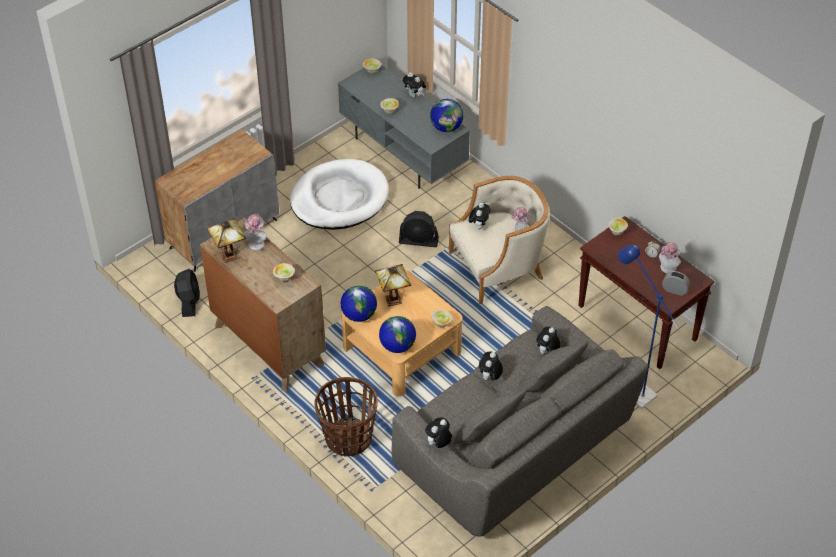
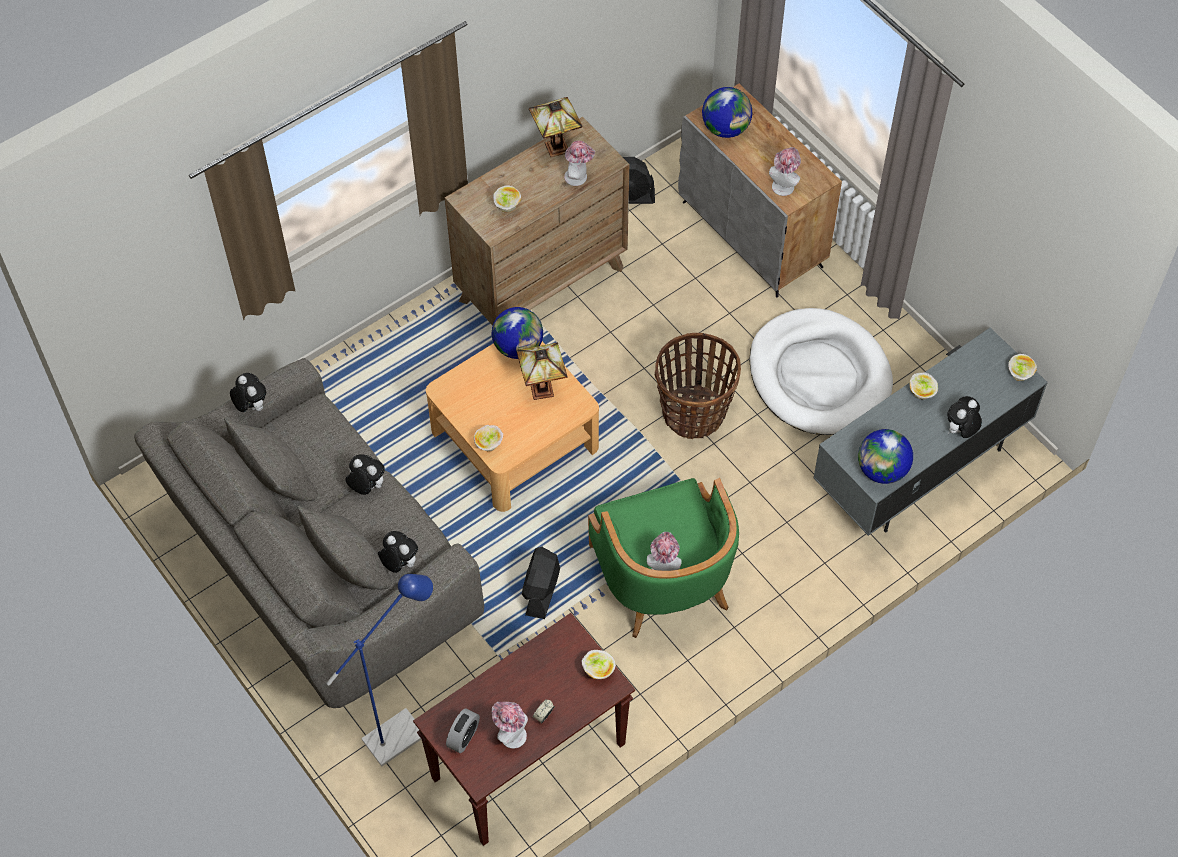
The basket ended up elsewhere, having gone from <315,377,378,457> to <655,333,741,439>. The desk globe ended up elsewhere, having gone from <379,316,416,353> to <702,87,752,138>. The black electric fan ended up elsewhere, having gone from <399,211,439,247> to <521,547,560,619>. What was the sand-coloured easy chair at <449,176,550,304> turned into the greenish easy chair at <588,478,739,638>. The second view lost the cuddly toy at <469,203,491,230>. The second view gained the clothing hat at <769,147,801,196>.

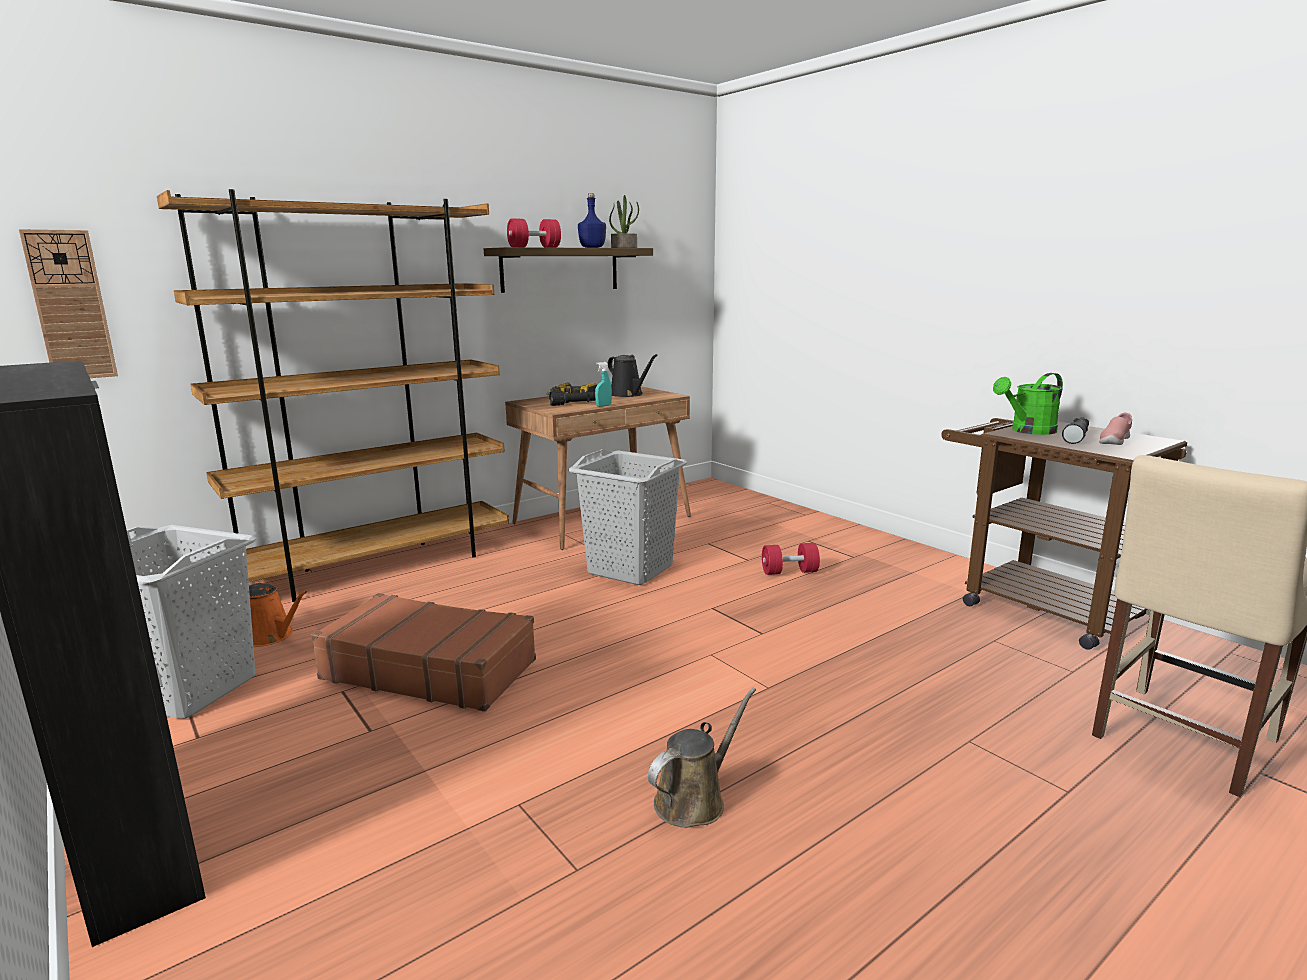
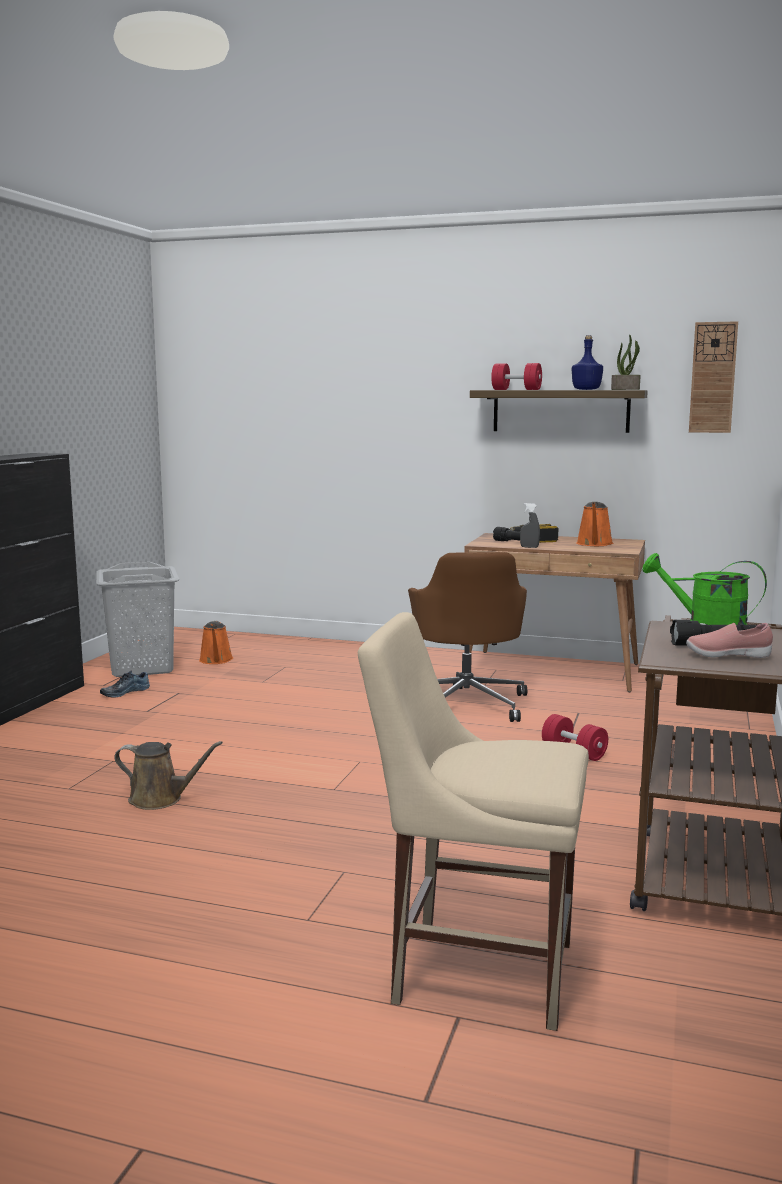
The wall clock ended up elsewhere, having gone from <19,229,118,378> to <689,321,738,433>. The second view lost the brown bookcase at <157,189,509,602>. The second view lost the brown suitcase at <311,593,536,712>. Where the greyish hamper stood at <568,449,687,585>, the brown computer chair came to stand at <408,552,527,722>. What was the turquoise-coloured hand sprayer at <595,362,612,407> turned into the greyish hand sprayer at <520,503,540,548>. What was the black sprinkling can at <608,354,658,397> turned into the orange sprinkling can at <576,502,613,546>. The second view gained the item of footwear at <100,670,150,698>.

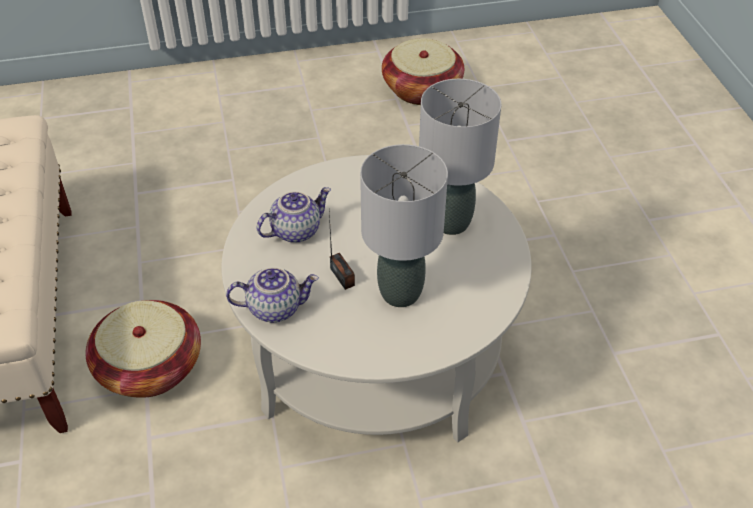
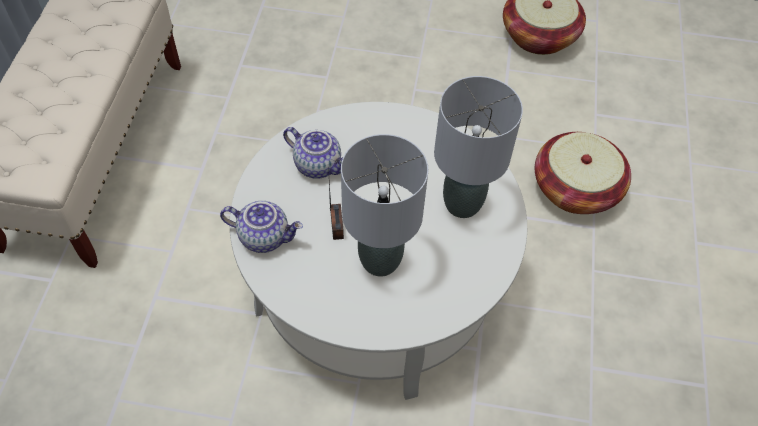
The basket ended up elsewhere, having gone from <86,300,201,398> to <535,132,631,214>. The tea pot at <257,187,331,243> ended up facing another way, 45 degrees clockwise from before.

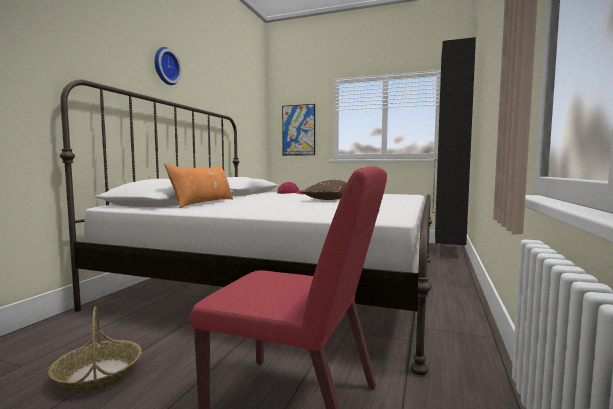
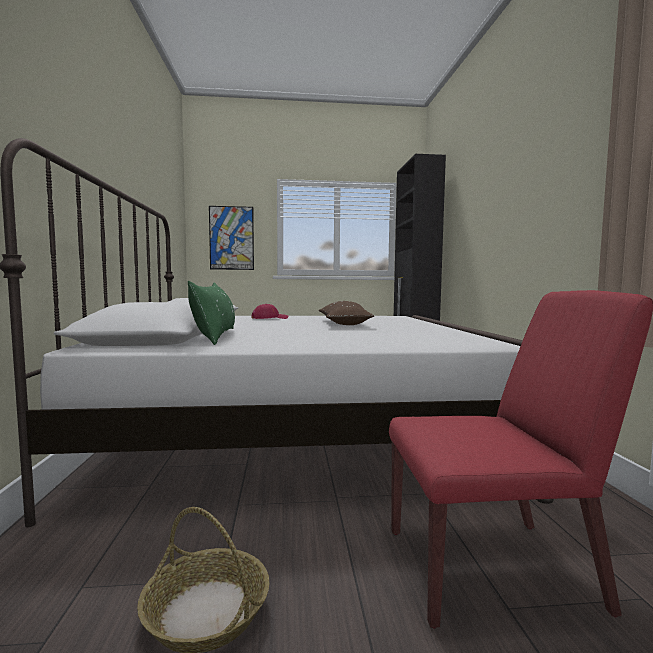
The second view lost the wall clock at <154,47,182,85>. What was the orange pillow at <164,163,233,208> turned into the greenish pillow at <188,281,235,345>.

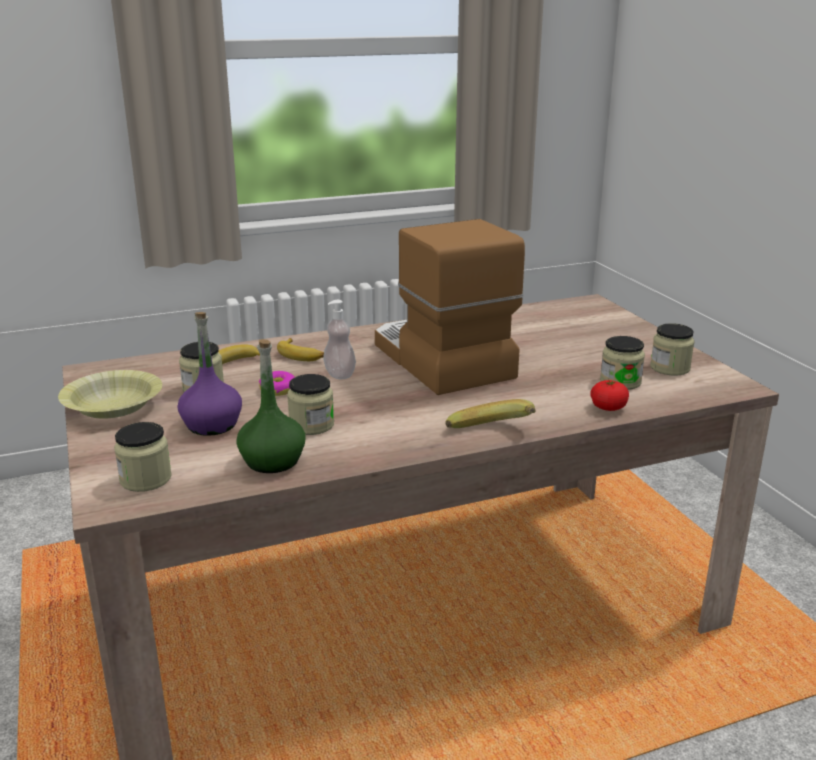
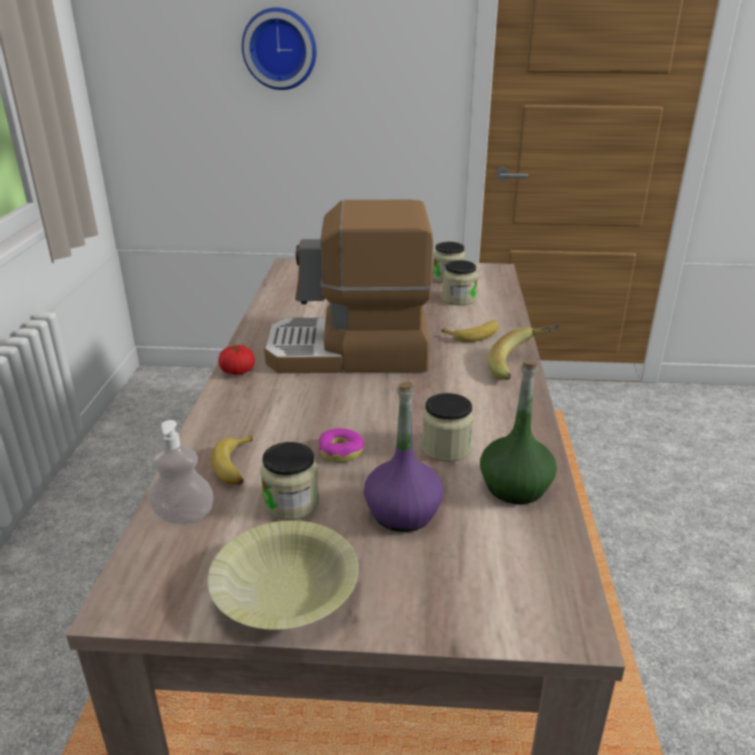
The second view lost the jar at <114,422,172,492>. The banana ended up elsewhere, having gone from <277,338,324,361> to <441,320,498,342>. The soap bottle ended up elsewhere, having gone from <323,300,356,379> to <149,420,214,525>. The fresh tomato ended up elsewhere, having gone from <590,380,629,411> to <218,345,255,375>. The second view gained the wall clock at <242,7,316,90>.

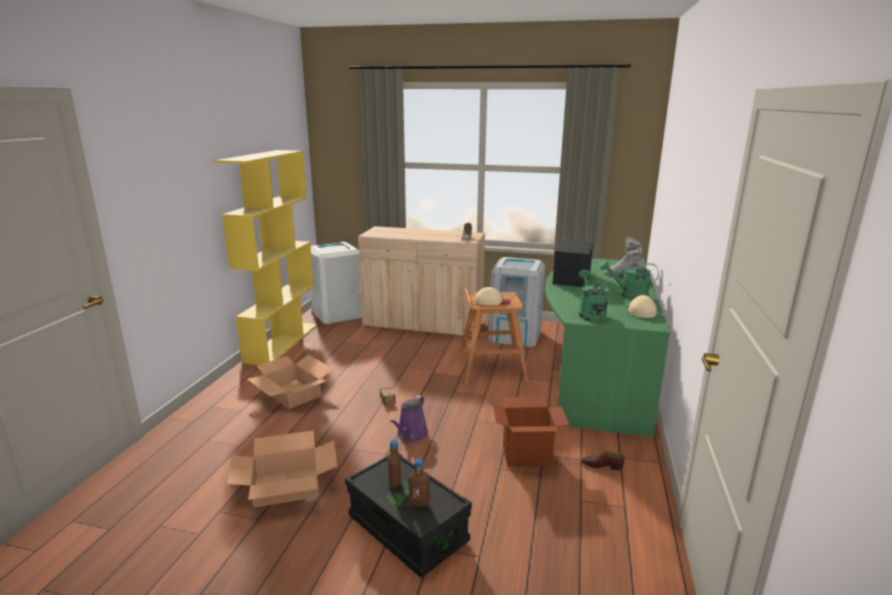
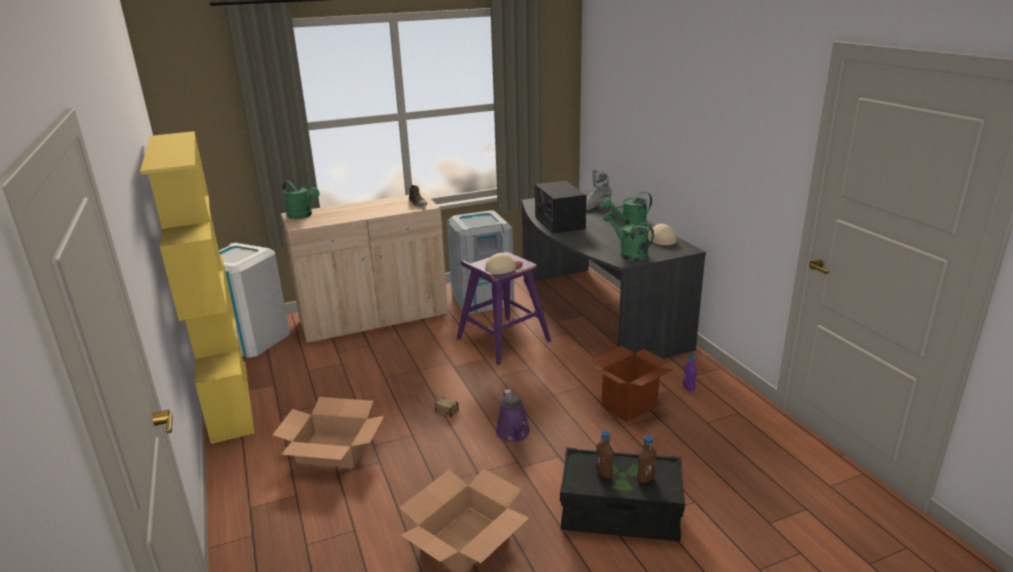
What was the brown sitting stool at <459,288,528,384> turned into the purplish sitting stool at <456,252,551,365>. What was the greenish desk table at <545,258,670,438> turned into the greyish desk table at <522,190,706,358>. Where the brown item of footwear stood at <581,451,625,470>, the purplish drink bottle came to stand at <683,354,697,391>. The second view gained the greenish sprinkling can at <283,180,320,219>.

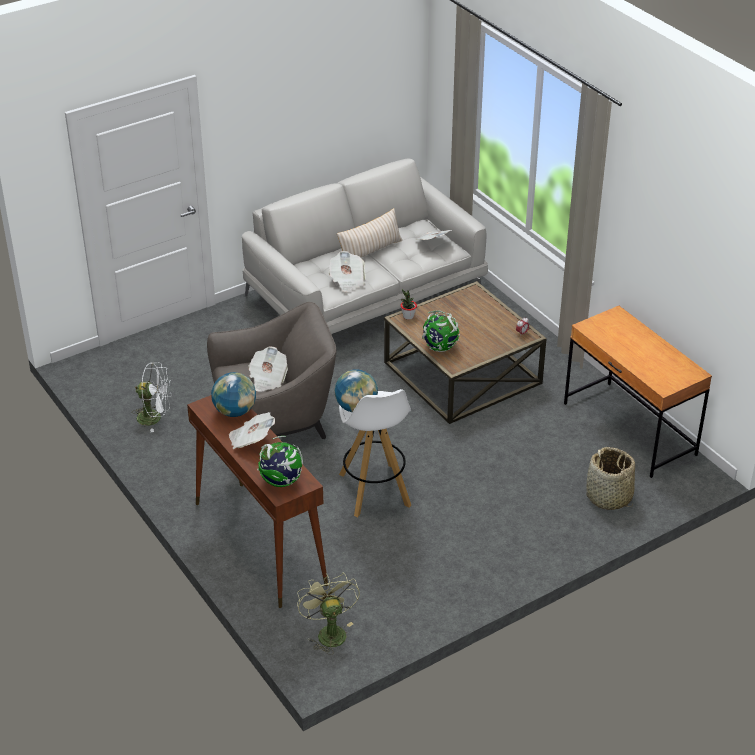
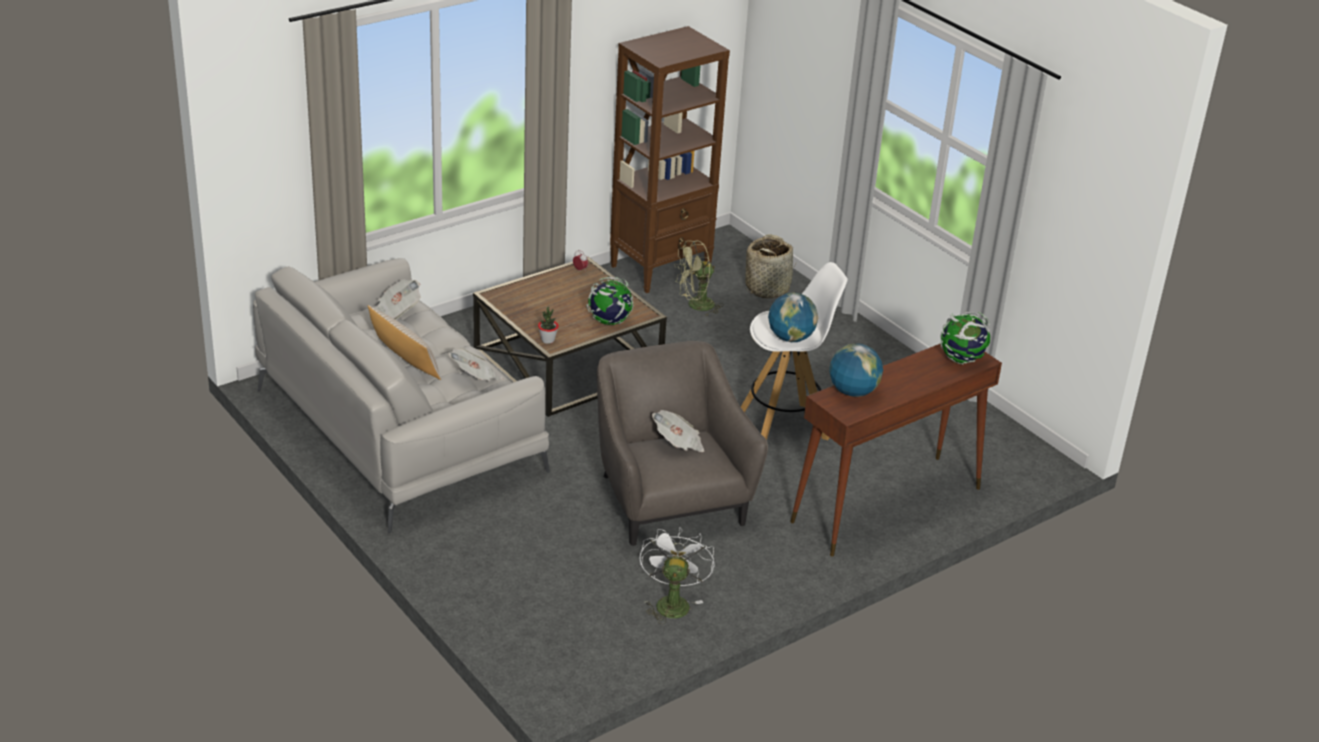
The second view lost the newspaper at <229,412,275,449>. The greenish electric fan ended up elsewhere, having gone from <297,573,360,655> to <675,241,724,316>. Where the brown desk table stood at <564,306,712,478>, the brown bookcase came to stand at <610,26,730,293>.

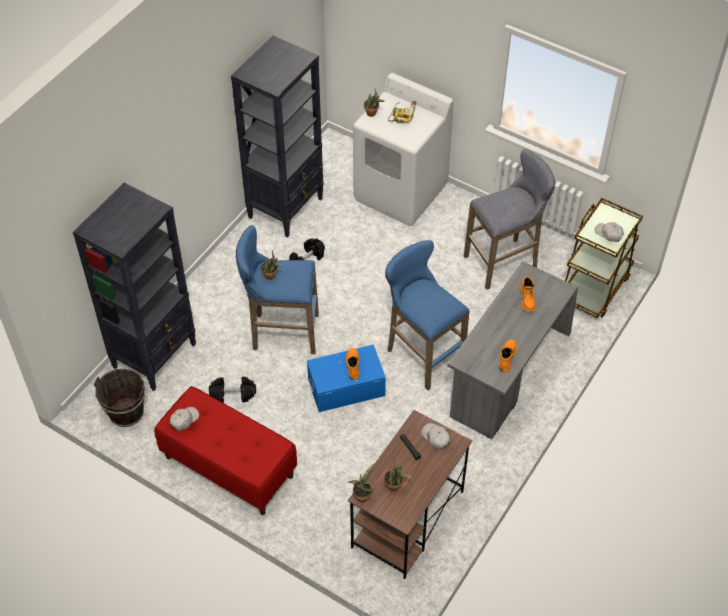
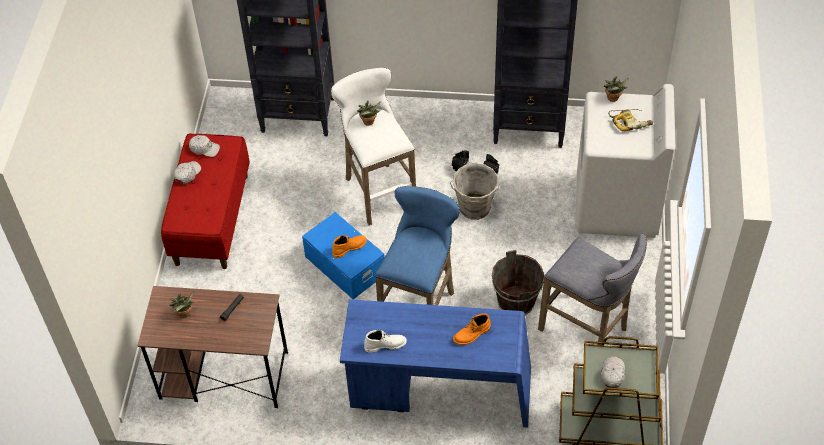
The brown bucket ended up elsewhere, having gone from <94,369,145,427> to <492,250,544,315>. The second view lost the black dumbbell at <209,377,256,403>. What was the blue-coloured sitting stool at <236,225,319,354> turned into the white sitting stool at <331,68,416,225>. The second view lost the houseplant at <348,463,374,503>. The white cap ended up elsewhere, having gone from <421,423,450,450> to <174,161,201,184>. What was the greyish desk table at <447,261,578,439> turned into the blue-coloured desk table at <340,299,531,428>. What was the orange high-top boot at <499,340,517,372> turned into the white high-top boot at <364,330,407,353>. The second view gained the greyish bucket at <450,163,499,220>.

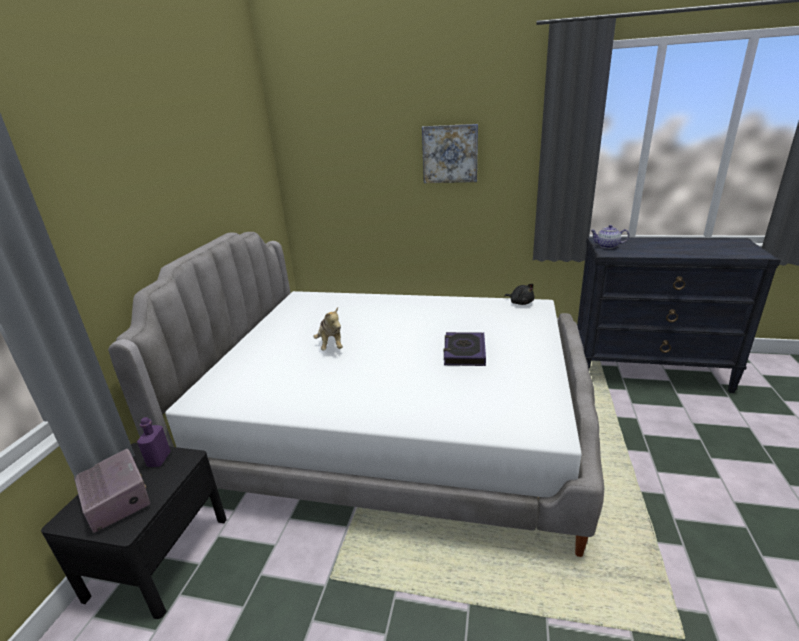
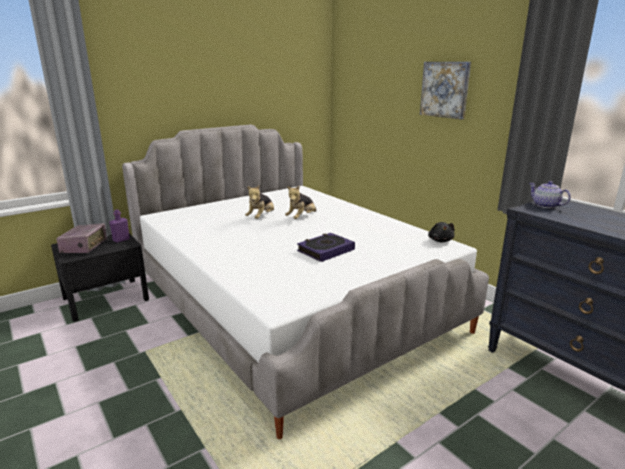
The second view gained the cuddly toy at <285,186,317,219>.

